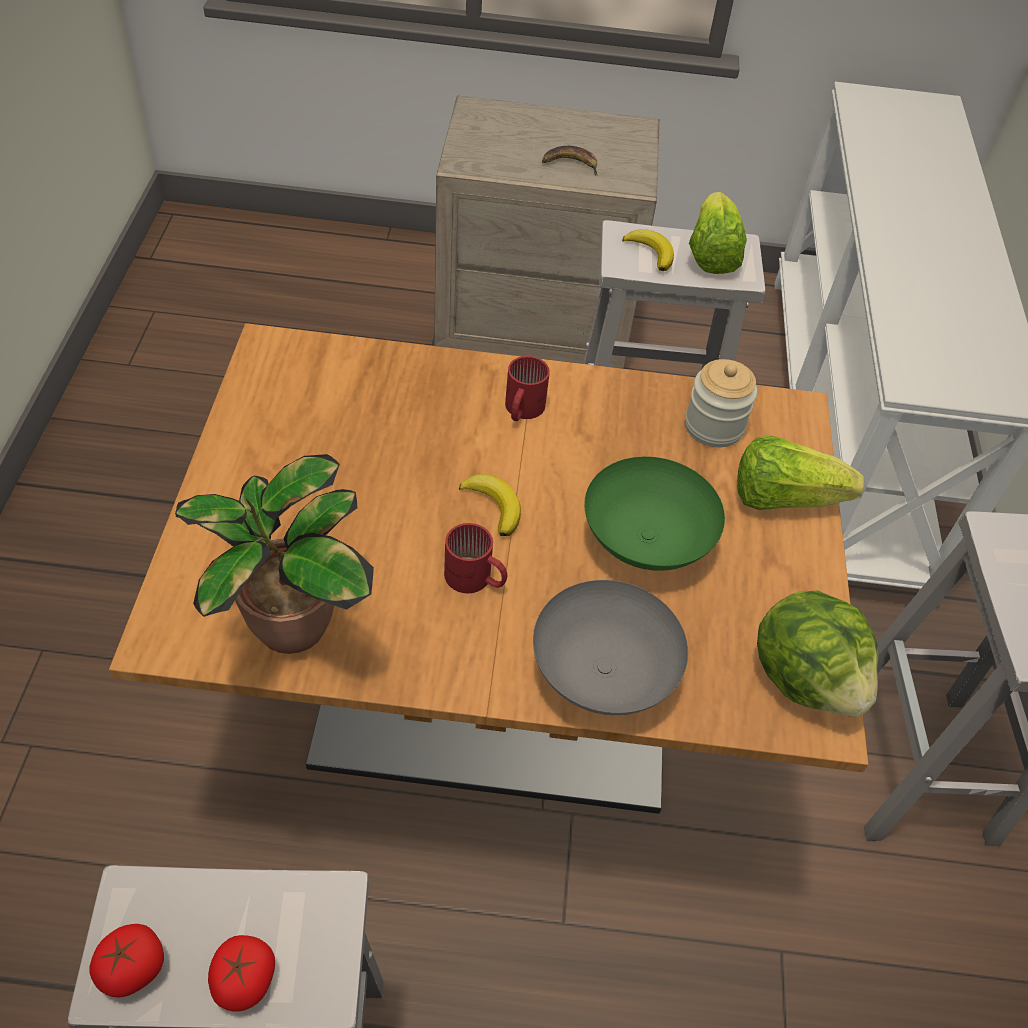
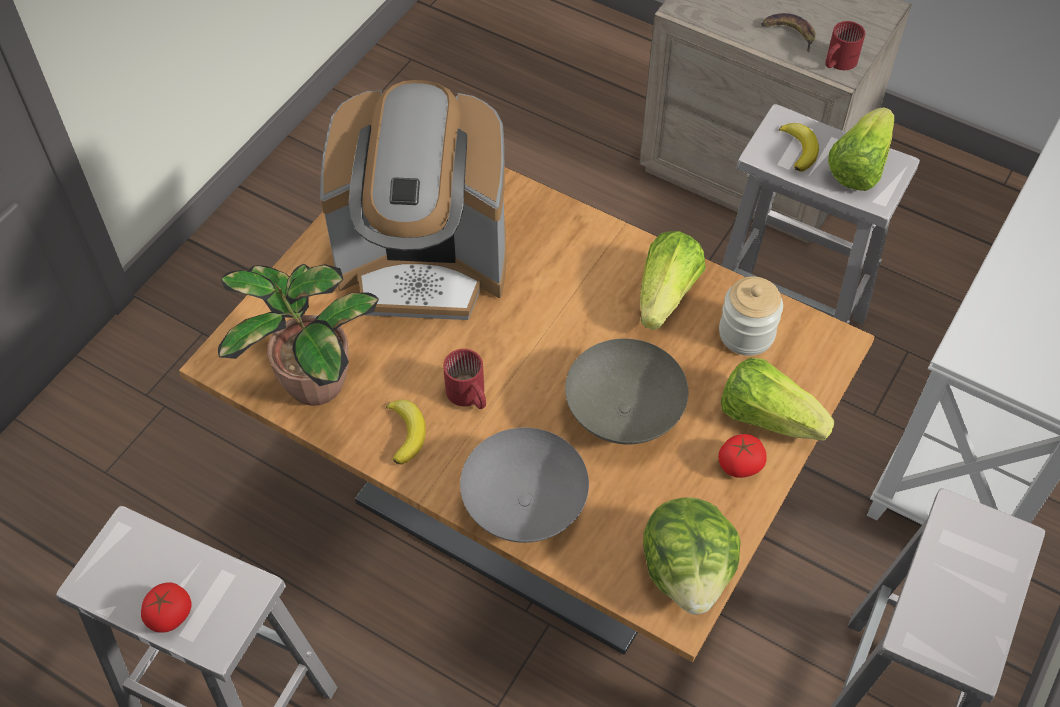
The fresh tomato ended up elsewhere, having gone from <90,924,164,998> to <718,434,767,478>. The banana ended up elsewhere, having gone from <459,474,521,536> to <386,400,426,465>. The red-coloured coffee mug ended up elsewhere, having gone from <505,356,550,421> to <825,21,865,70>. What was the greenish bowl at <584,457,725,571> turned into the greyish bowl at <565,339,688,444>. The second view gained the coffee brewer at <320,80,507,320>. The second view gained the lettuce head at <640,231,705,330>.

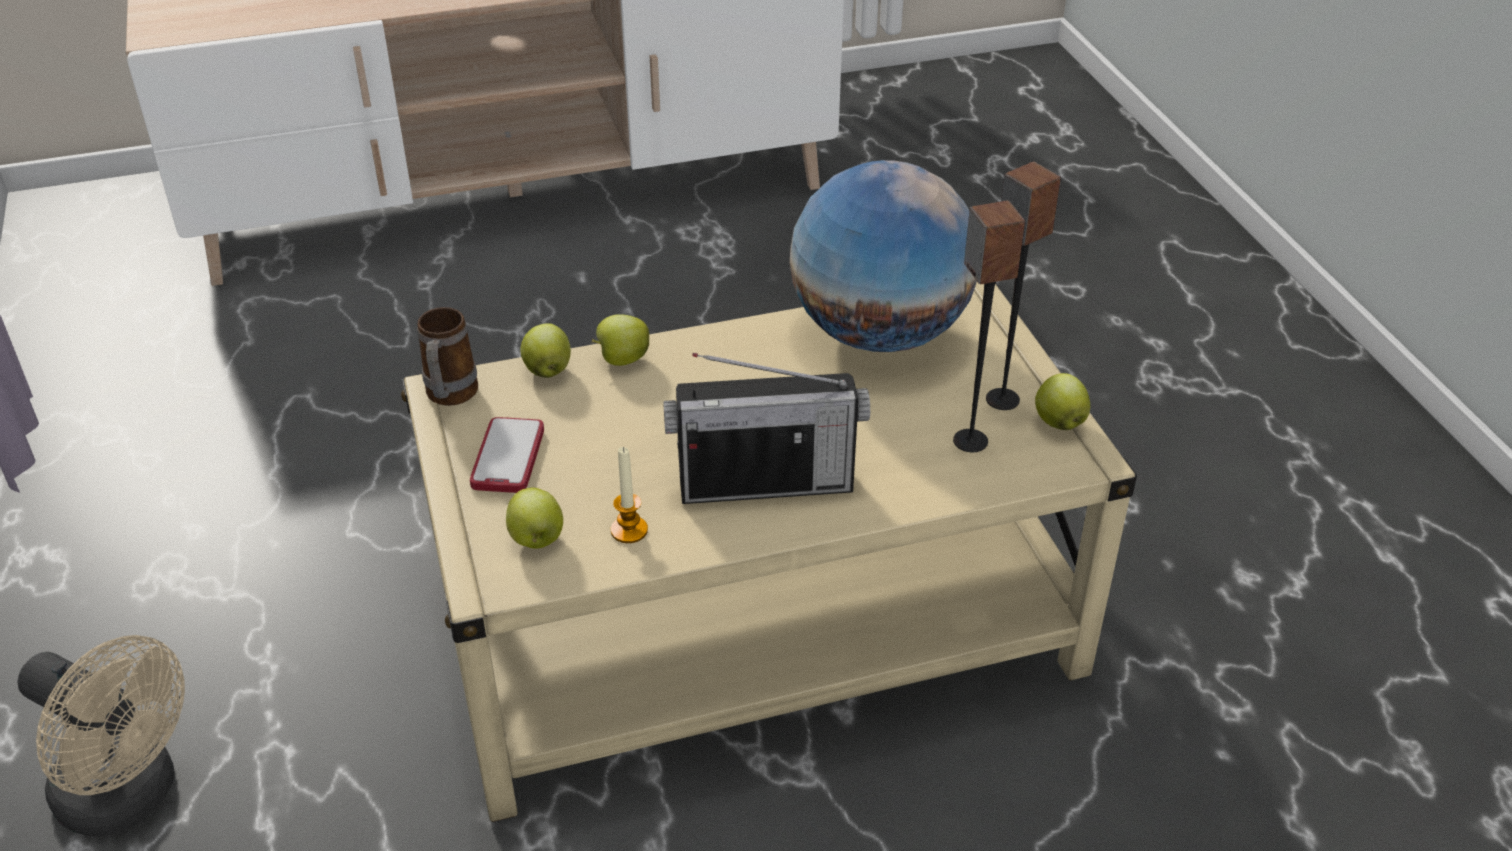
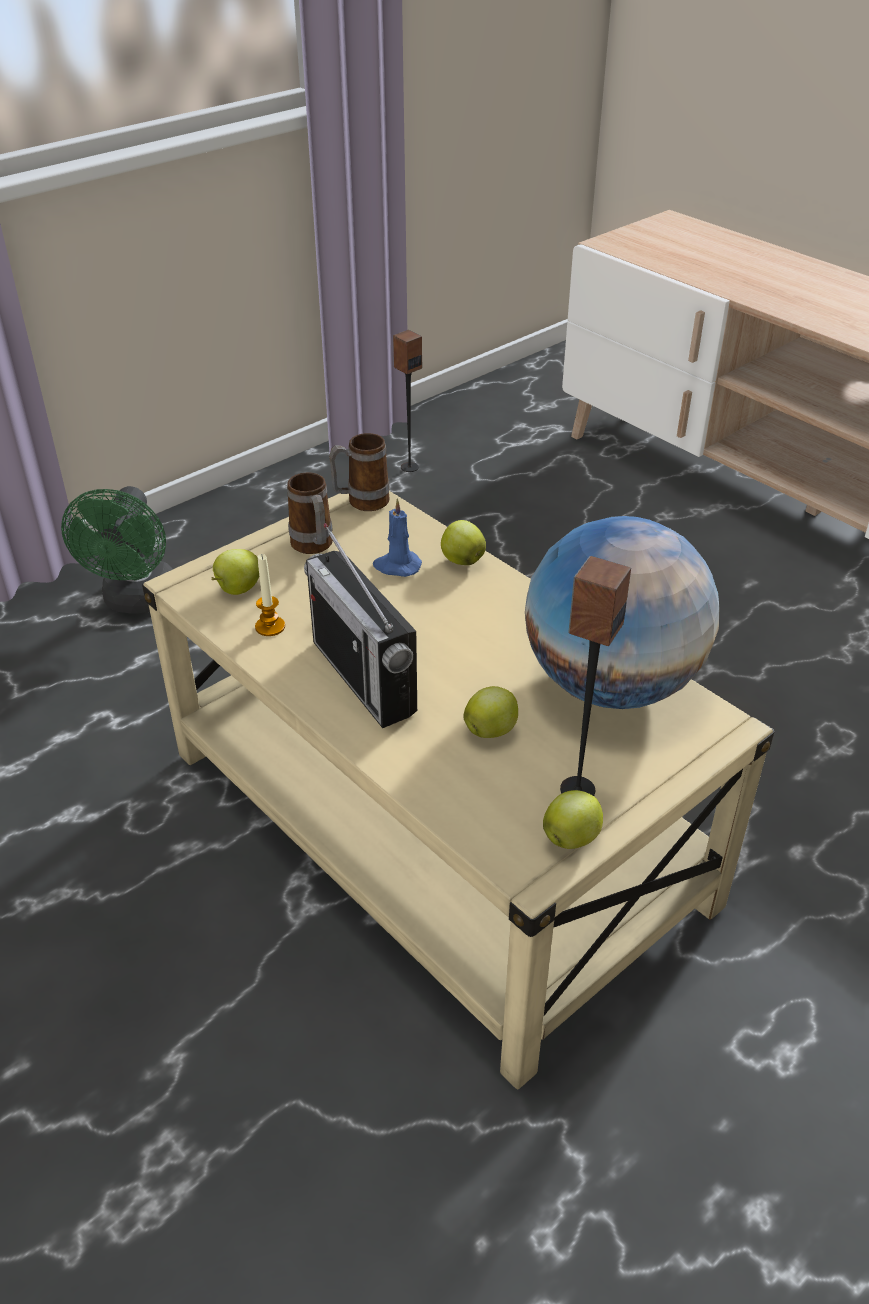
What was the sand-coloured electric fan at <18,635,185,837> turned into the greenish electric fan at <61,486,173,614>. Where the telephone stood at <470,417,544,493>, the coffee mug came to stand at <287,472,333,554>. The whole apple ended up elsewhere, having gone from <520,323,571,378> to <464,686,518,738>. The speaker ended up elsewhere, having gone from <953,200,1025,452> to <393,330,422,472>. The second view gained the blue-coloured candle at <373,498,422,577>.

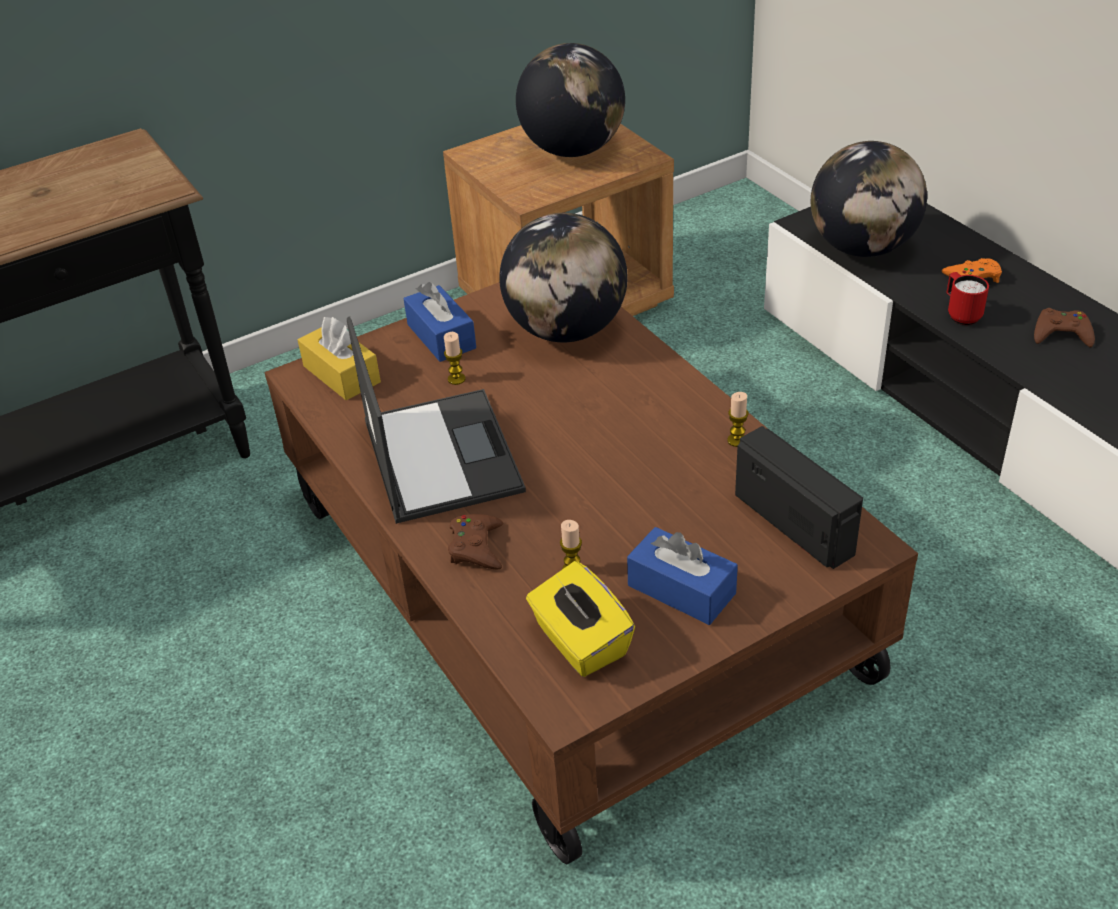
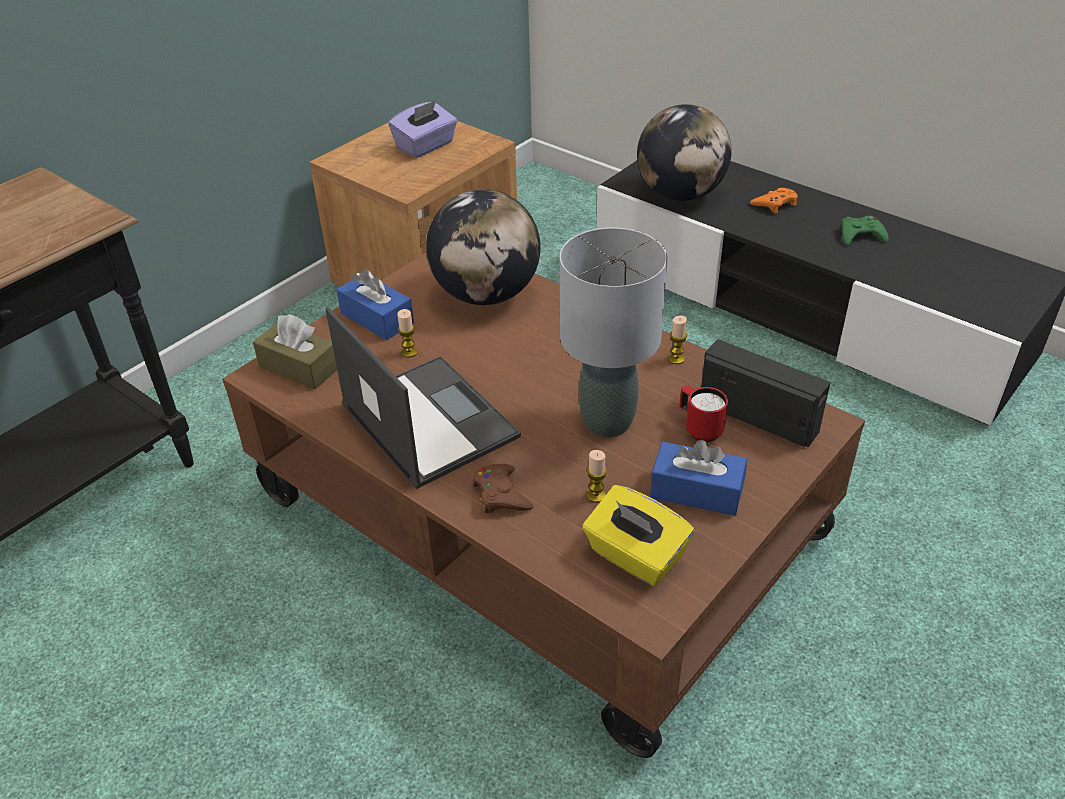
What was the yellow tissue holder at <298,317,381,400> turned into the brown tissue holder at <253,314,337,389>. Where the desk globe stood at <516,43,625,157>, the purplish tissue holder came to stand at <388,100,457,158>. The red-coloured coffee mug ended up elsewhere, having gone from <946,272,989,325> to <679,385,728,442>. What was the brown gamepad at <1034,308,1095,348> turned into the greenish gamepad at <841,216,889,246>. The second view gained the greyish table lamp at <560,228,667,437>.

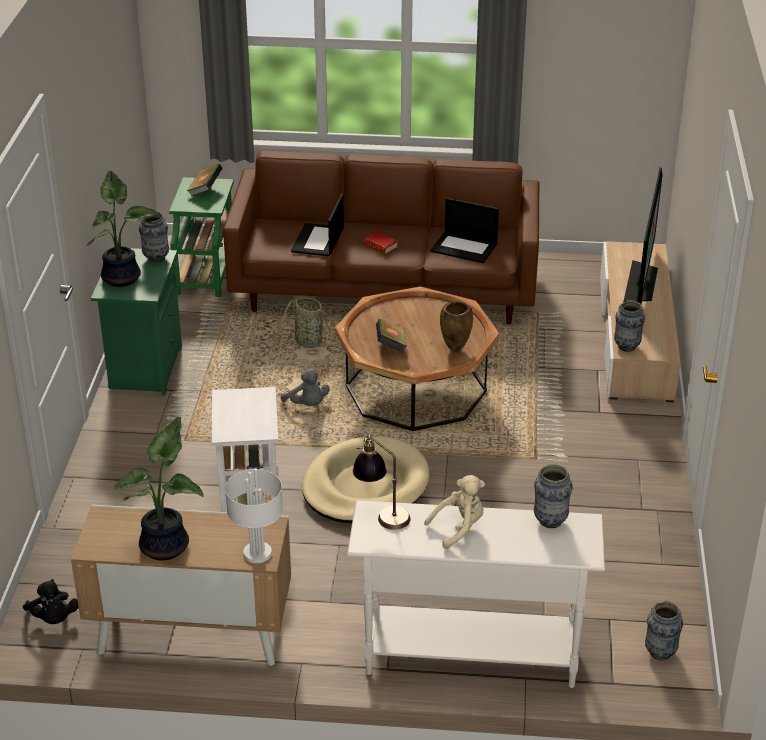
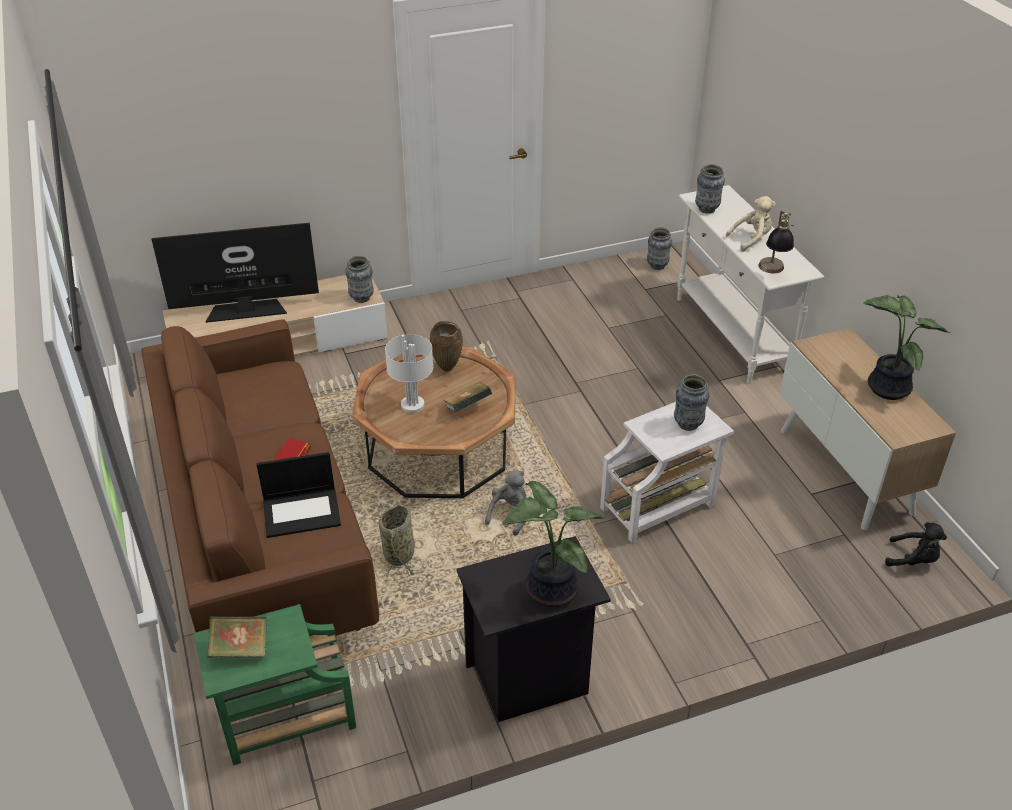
The black cuddly toy at <23,579,78,624> ended up facing another way, 75 degrees clockwise from before. What was the greenish bedside table at <91,248,182,396> turned into the black bedside table at <457,536,611,722>. The decorative vase ended up elsewhere, having gone from <139,212,169,263> to <674,375,710,431>. The white table lamp ended up elsewhere, having gone from <225,468,283,563> to <385,334,433,413>. The second view lost the sand-coloured dog cushion at <302,436,429,523>. The sand-coloured cuddly toy at <424,475,485,549> ended up facing another way, 120 degrees clockwise from before. The second view lost the laptop at <431,198,499,263>.

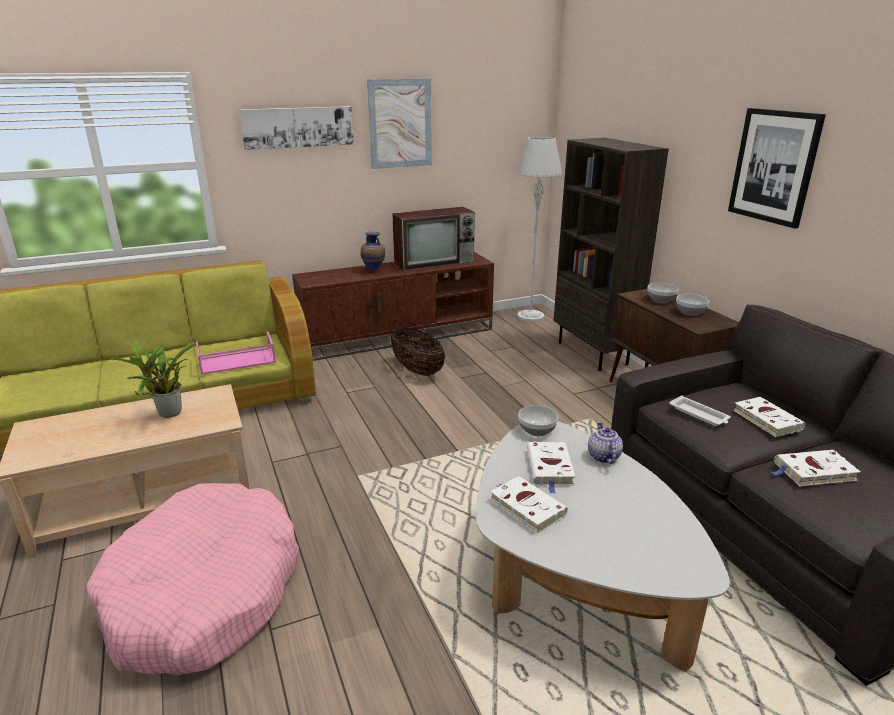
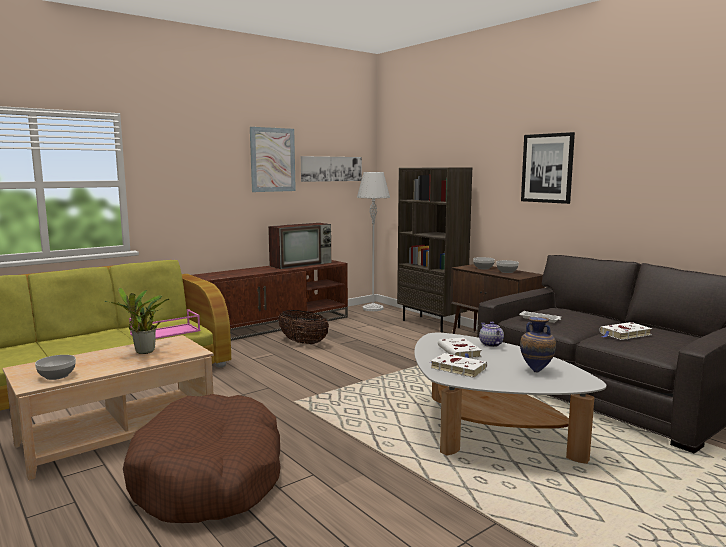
What was the pink-coloured dog cushion at <86,483,299,676> turned into the brown dog cushion at <123,394,281,523>. The wall picture ended up elsewhere, having gone from <239,106,354,150> to <301,156,362,182>. The decorative vase ended up elsewhere, having gone from <360,232,385,272> to <520,317,556,373>. The bowl ended up elsewhere, having gone from <518,405,558,436> to <35,355,76,380>. The second view lost the white bound book at <733,397,805,437>.

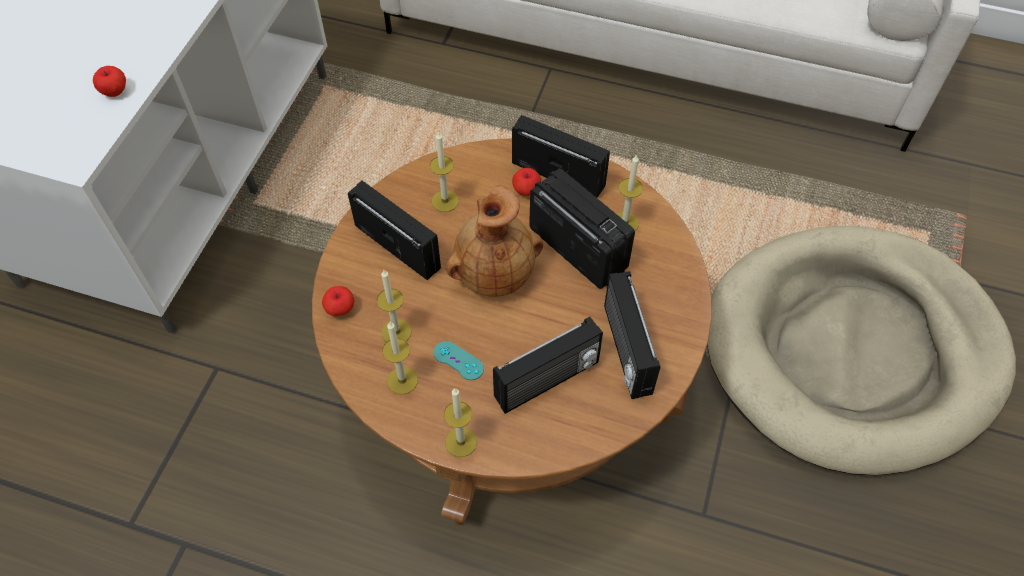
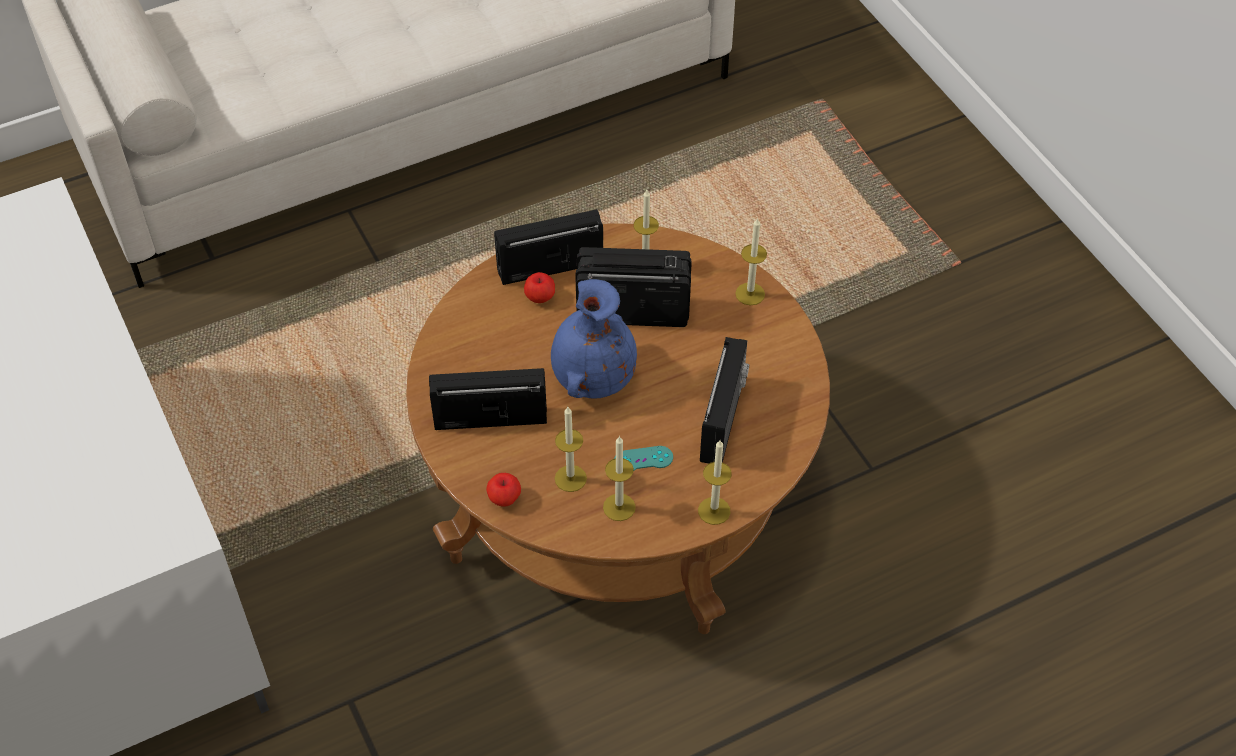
The second view lost the whole apple at <93,66,126,97>. The candle ended up elsewhere, having gone from <430,131,459,212> to <735,218,767,305>. What was the brown decorative vase at <445,185,543,297> turned into the blue-coloured decorative vase at <551,279,637,399>. The second view lost the radio at <604,271,660,399>. The second view lost the sand-coloured dog cushion at <707,226,1016,475>.

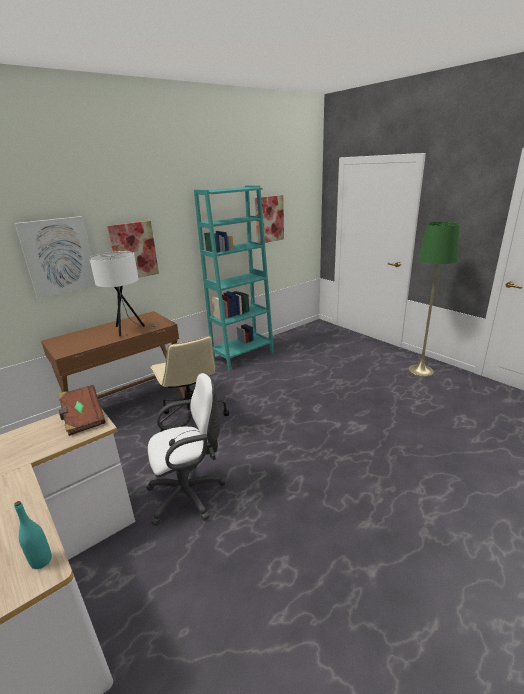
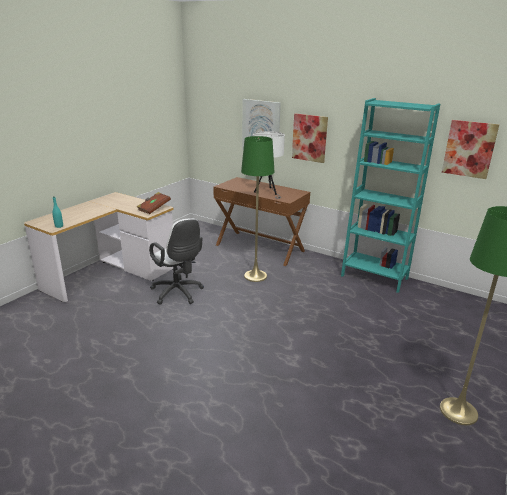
Where the sand-coloured computer chair stood at <150,335,229,432>, the greenish floor lamp came to stand at <241,136,275,282>.

